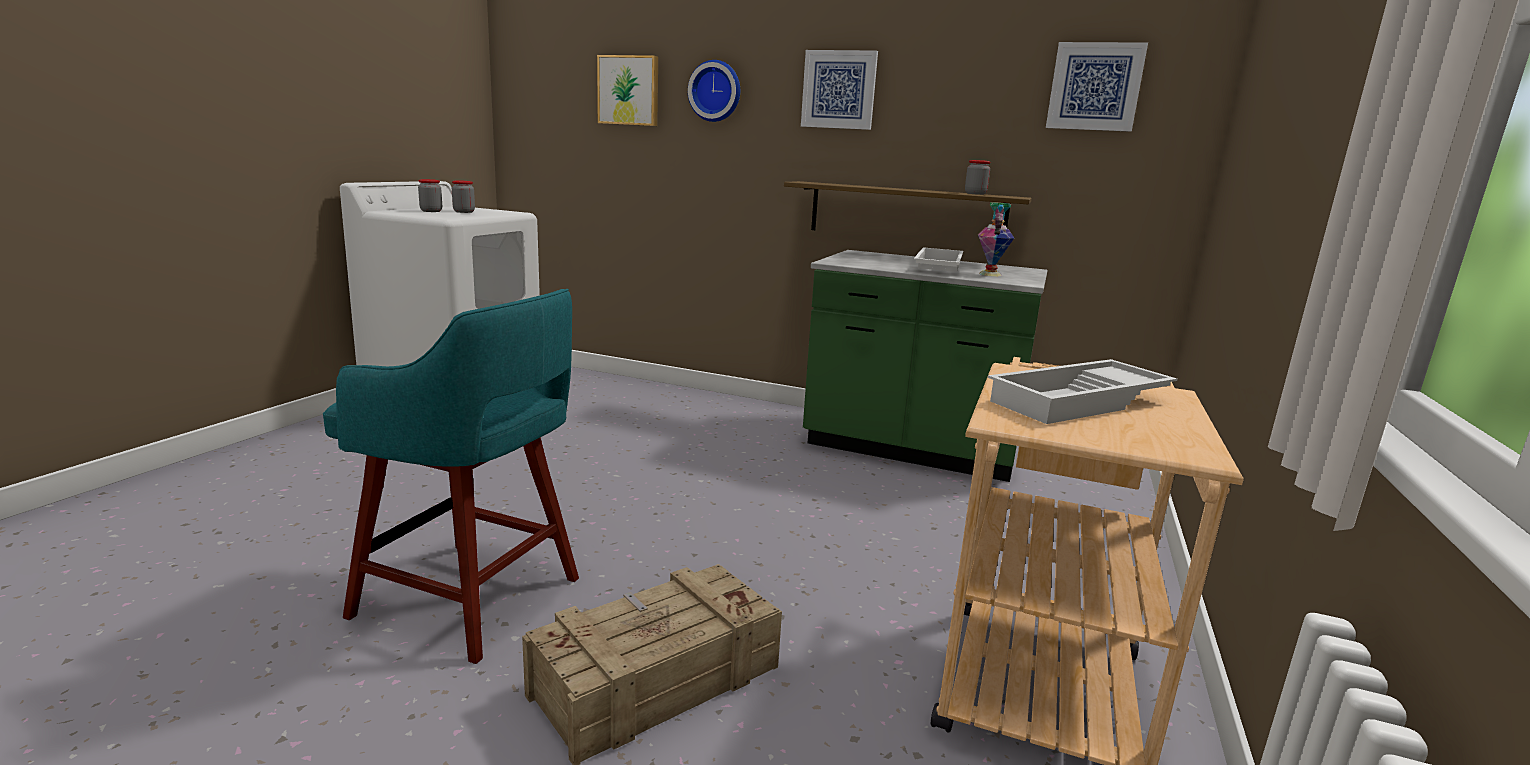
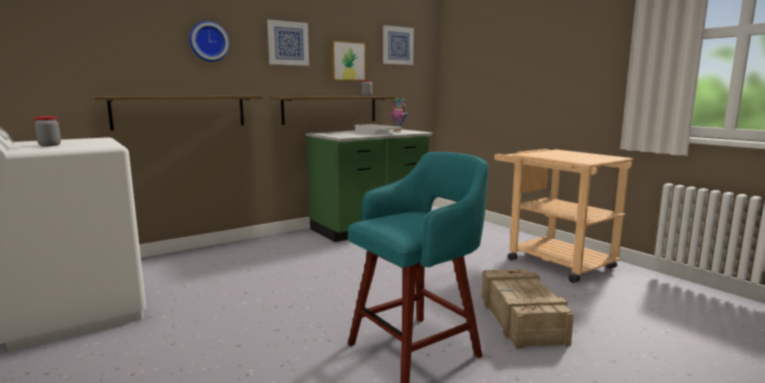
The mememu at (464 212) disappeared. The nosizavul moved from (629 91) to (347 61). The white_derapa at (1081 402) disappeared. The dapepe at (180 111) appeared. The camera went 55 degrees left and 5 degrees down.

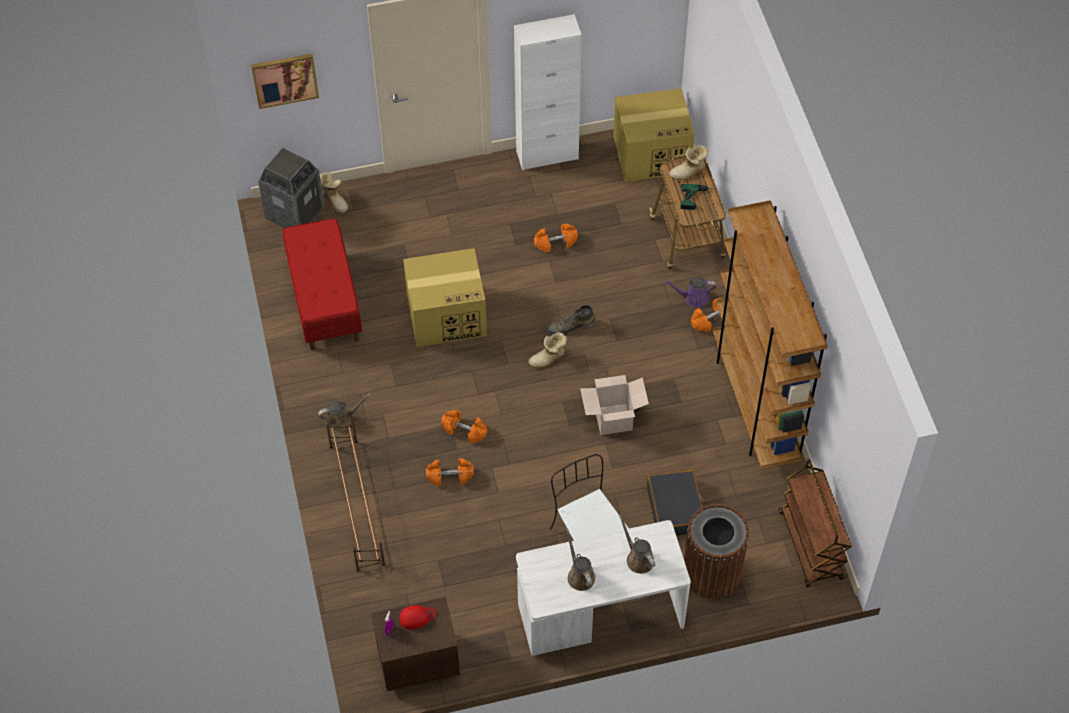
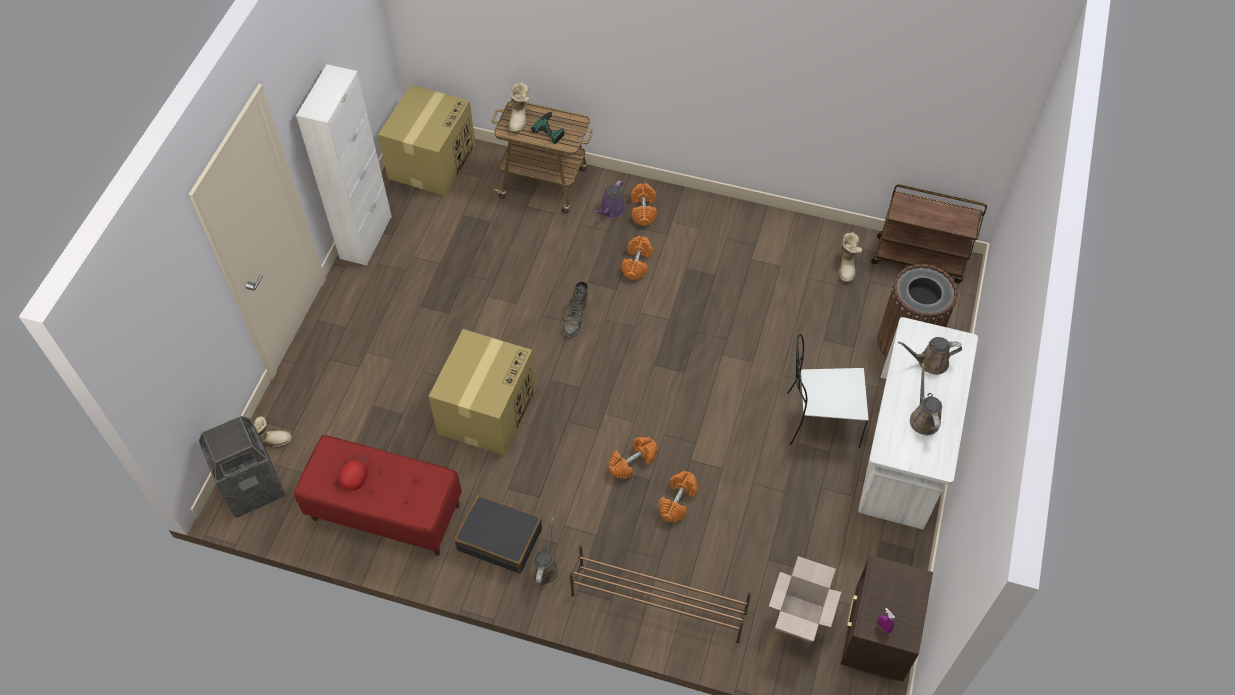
The nosizavul at (285 79) disappeared. The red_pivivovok moved from (417 617) to (355 473). The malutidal moved from (548 359) to (847 266). The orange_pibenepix moved from (555 243) to (637 263). The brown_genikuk at (580 575) turned 75 degrees clockwise. The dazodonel moved from (613 419) to (798 618). The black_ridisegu moved from (675 509) to (500 538). The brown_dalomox at (755 404) disappeared. The camera went 60 degrees left and 0 degrees up.

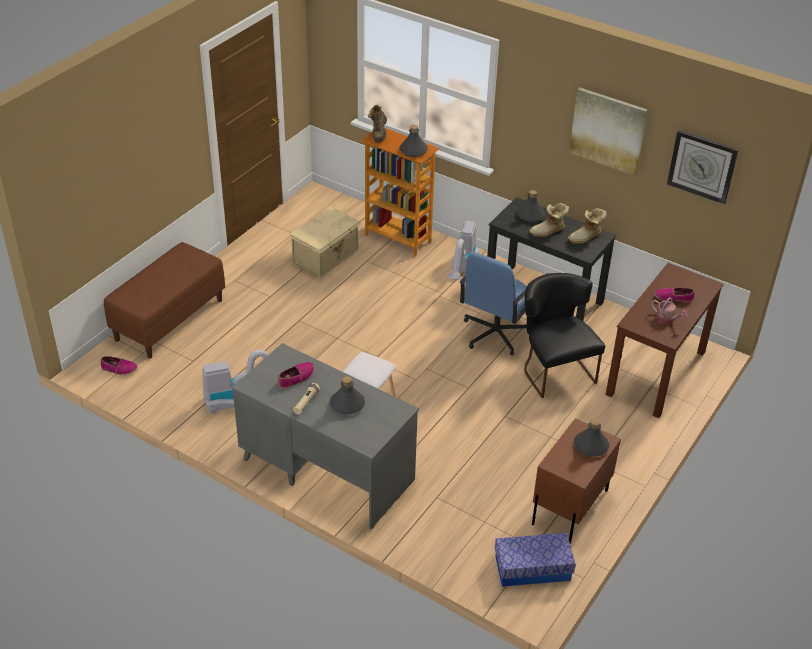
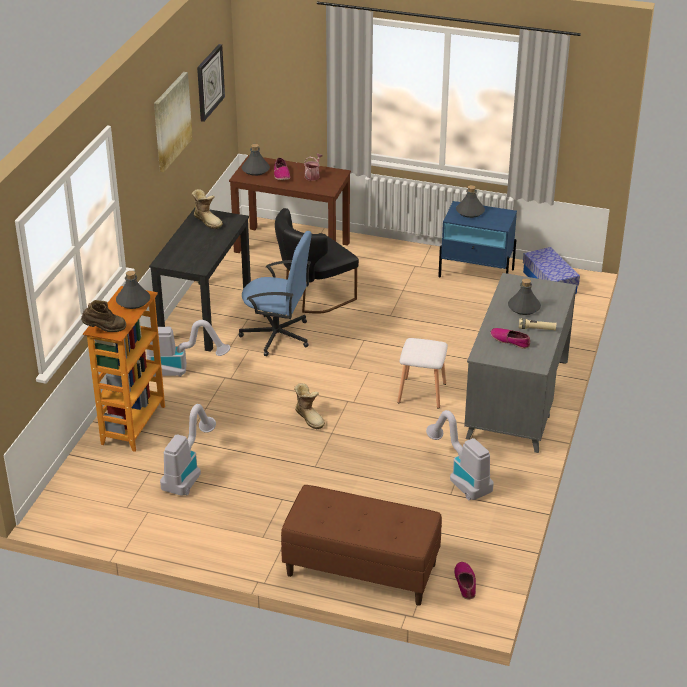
The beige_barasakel at (326 257) was replaced by the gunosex at (188 472). The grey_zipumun moved from (530 215) to (256 170). The malutidal moved from (548 232) to (310 417). The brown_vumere at (569 507) became the blue_vumere at (476 273). The camera went 105 degrees left and 5 degrees down.

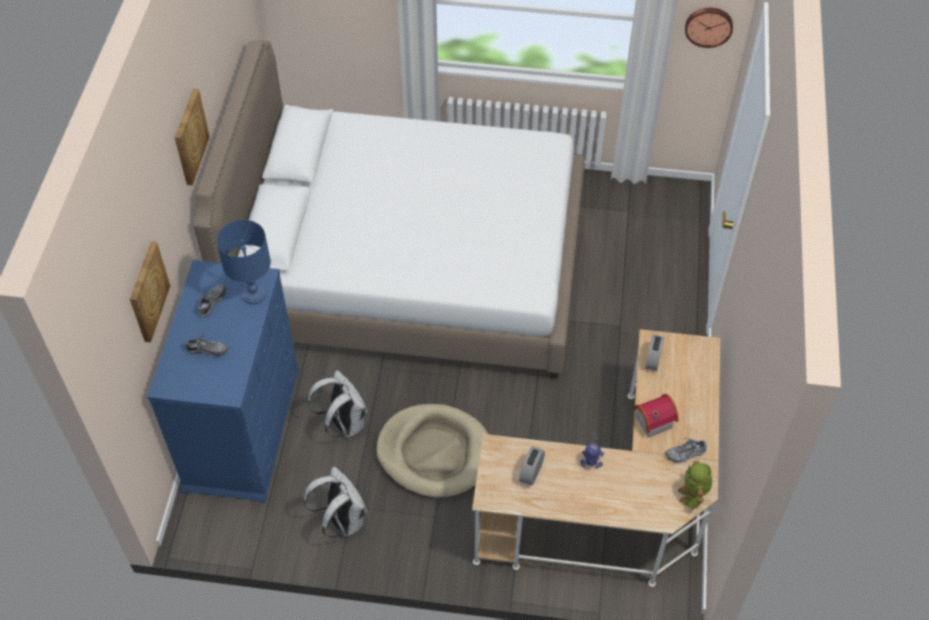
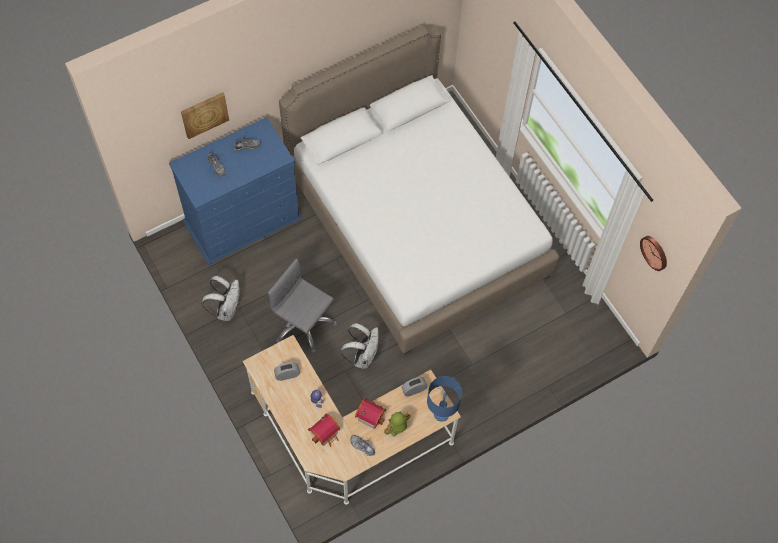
The nosizavul at (189 137) disappeared. The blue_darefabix moved from (253 295) to (441 413). The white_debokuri moved from (344 423) to (363 356). The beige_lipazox at (434 453) was replaced by the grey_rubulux at (303 325). The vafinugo moved from (693 496) to (397 429). The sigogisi at (326 433) appeared. The camera went 50 degrees right and 10 degrees up.

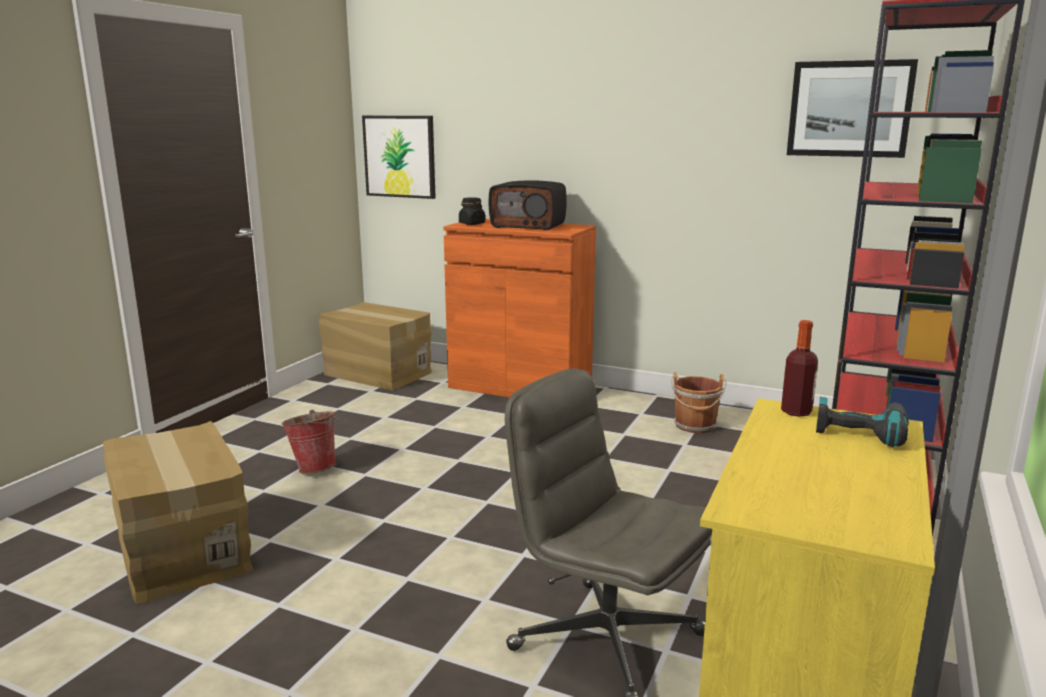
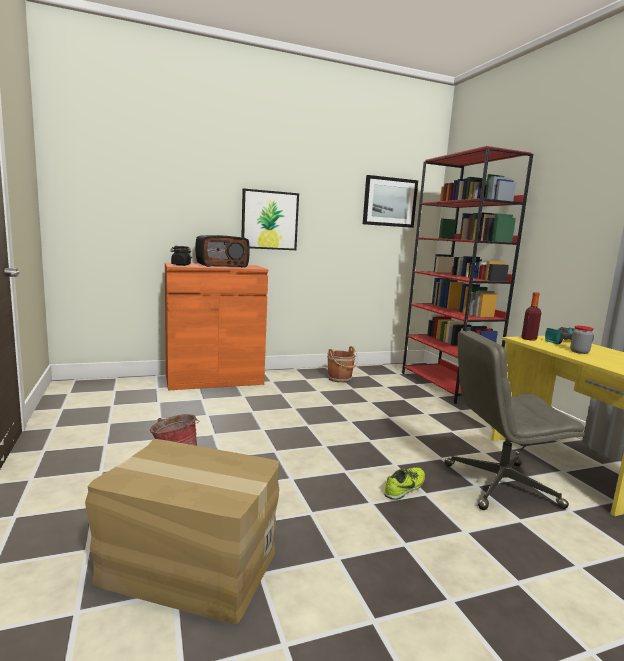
The dazodonel at (377 373) disappeared. The nosizavul moved from (400 156) to (269 220). The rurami at (405 488) appeared. The mememu at (579 352) appeared. The camera went 45 degrees left and 5 degrees down.

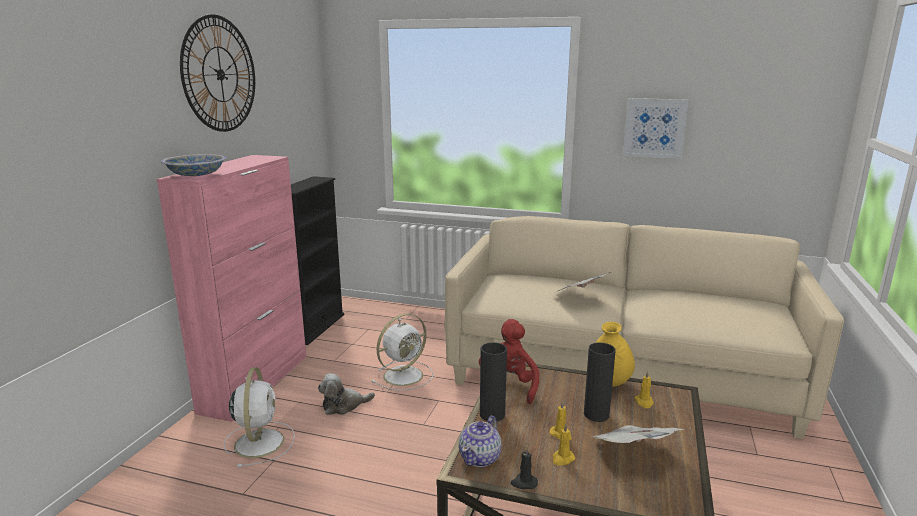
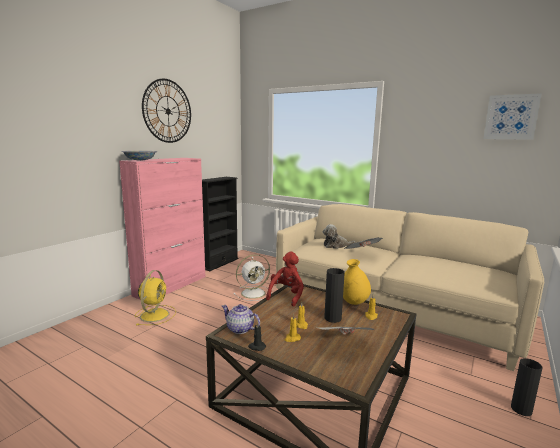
The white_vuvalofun at (259 441) became the yellow_vuvalofun at (155 314). The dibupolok moved from (344 405) to (336 245). The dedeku at (480 458) turned 75 degrees clockwise. The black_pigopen moved from (492 415) to (521 409). The nosizavul moved from (654 128) to (511 117). The camera went 15 degrees right and 5 degrees down.

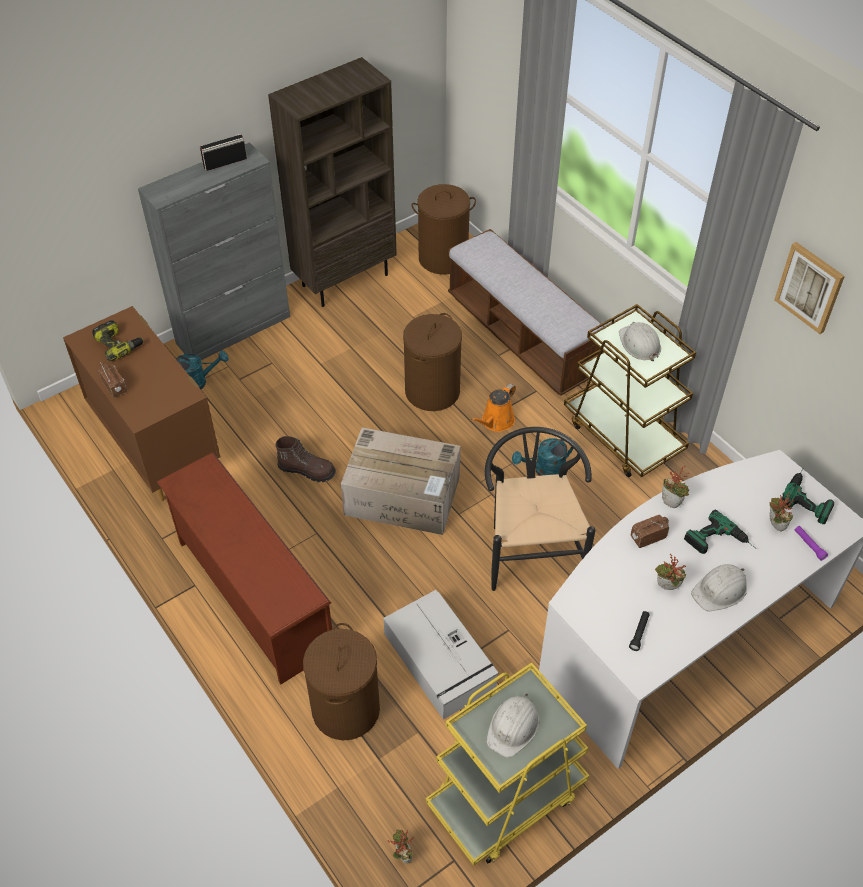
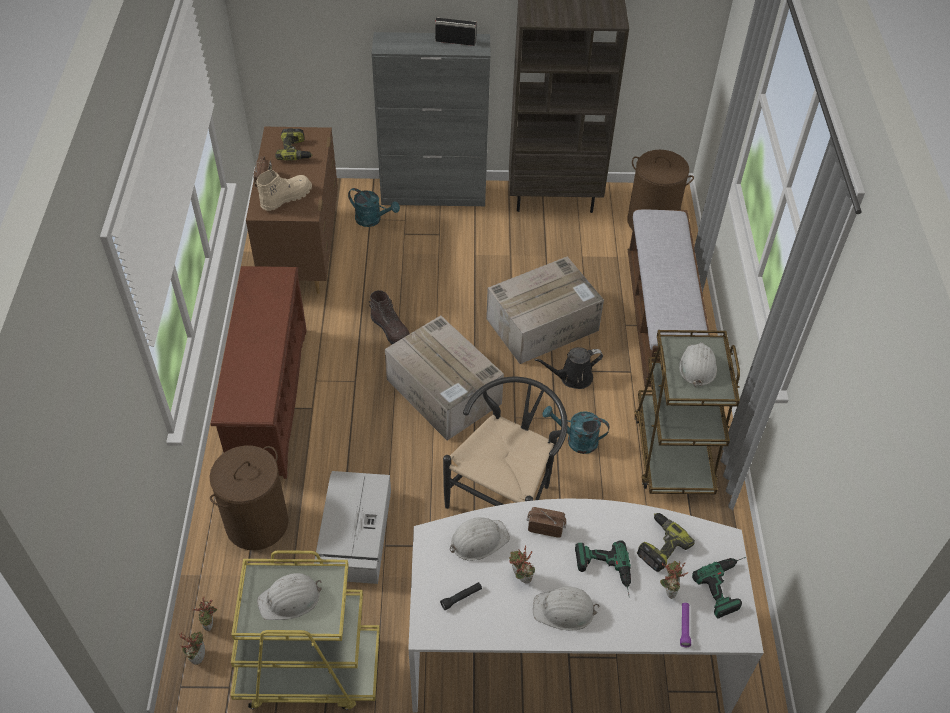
The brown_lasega at (432 391) was replaced by the dazodonel at (543 324). The orange_genikuk at (496 422) became the black_genikuk at (572 377). The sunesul moved from (672 502) to (210 625). The nosizavul at (810 287) disappeared. The beige_malutidal at (285 198) appeared. The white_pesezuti at (478 540) appeared. The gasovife at (659 545) appeared. The camera went 35 degrees right and 0 degrees up.

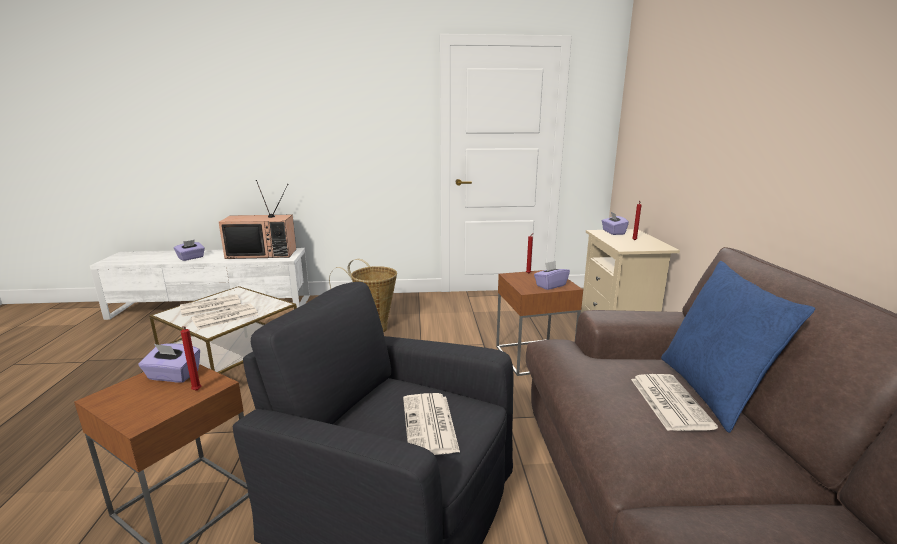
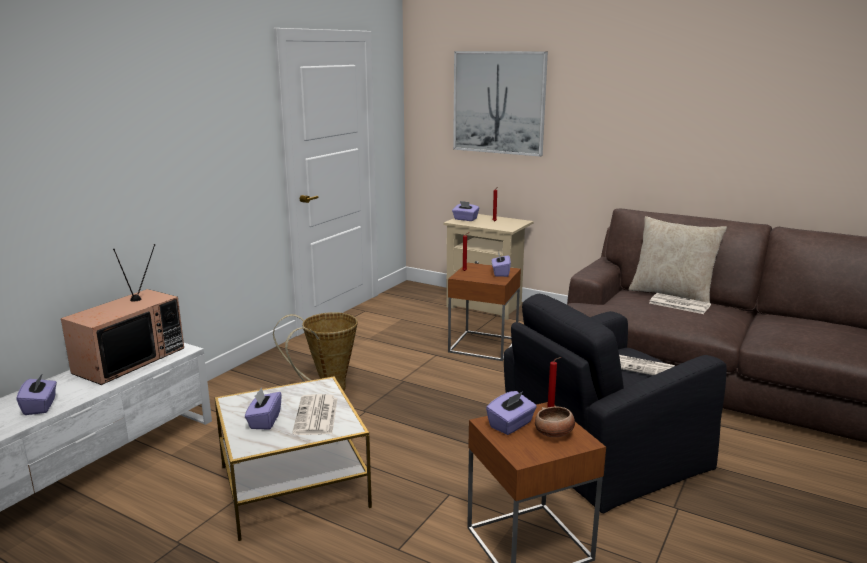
The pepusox at (210 306) was replaced by the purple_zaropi at (264 421). The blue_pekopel at (712 391) became the beige_pekopel at (672 294). The nosizavul at (499 102) appeared. The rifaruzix at (554 434) appeared. The camera went 55 degrees left and 0 degrees up.

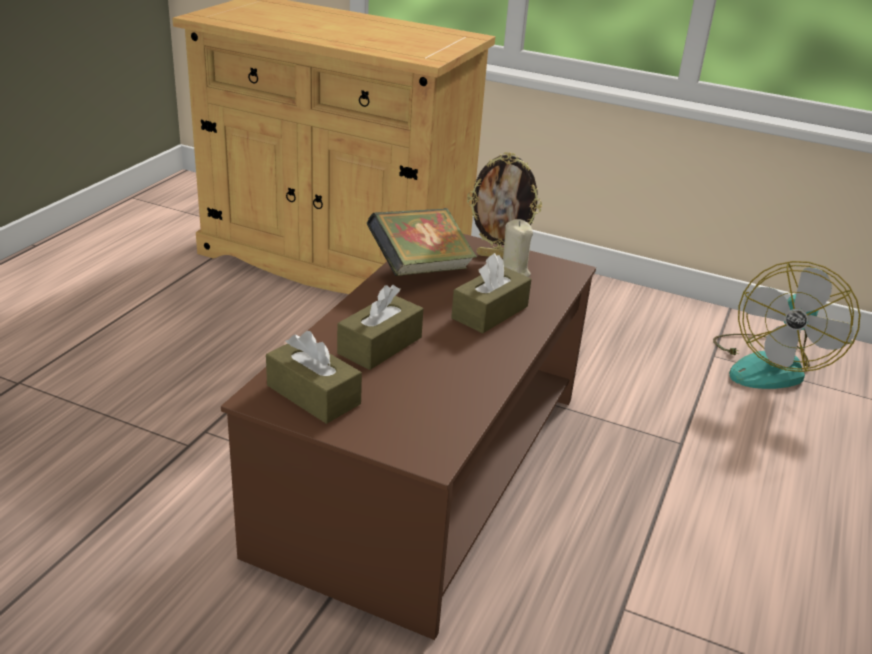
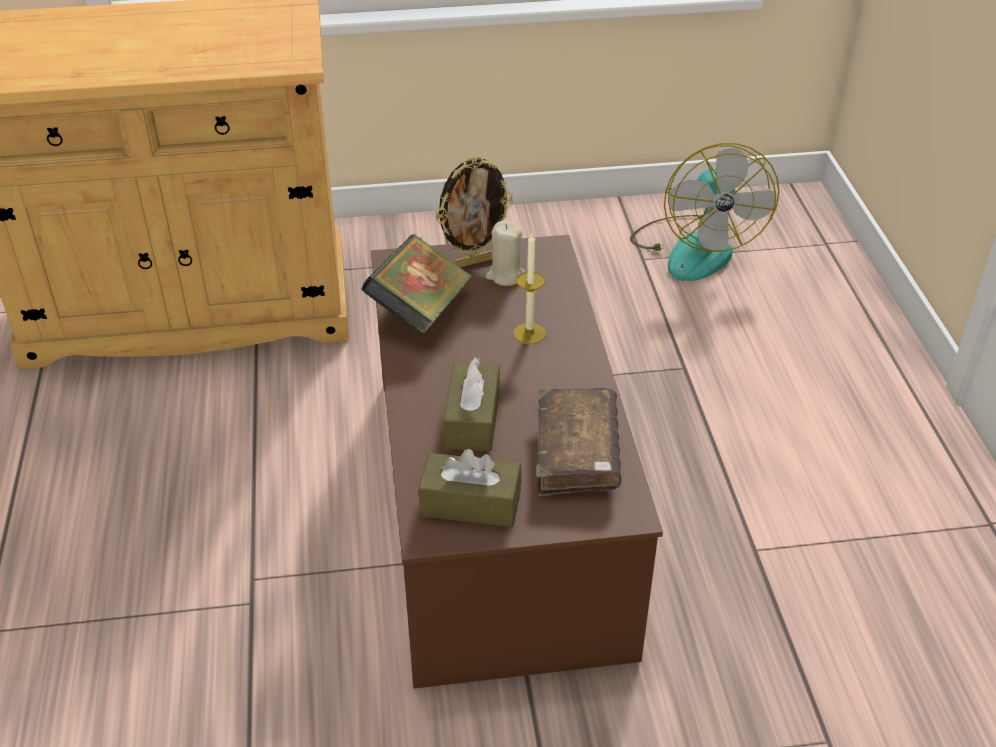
The brown_zaropi at (490 312) was replaced by the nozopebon at (529 333). The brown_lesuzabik at (576 453) appeared. The camera went 30 degrees left and 10 degrees up.

